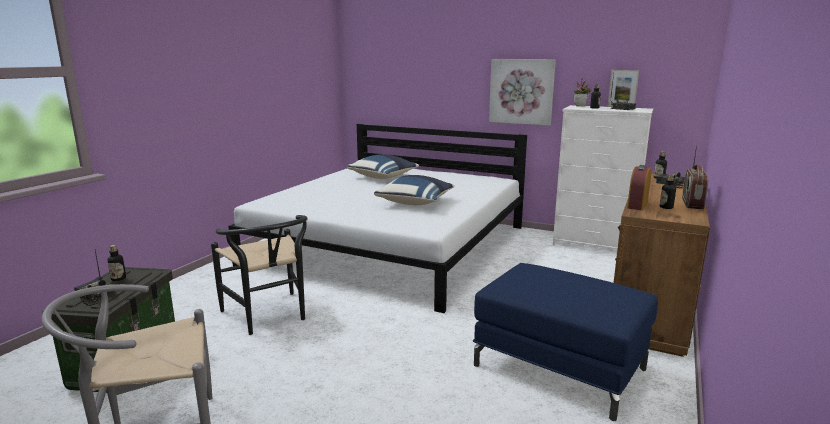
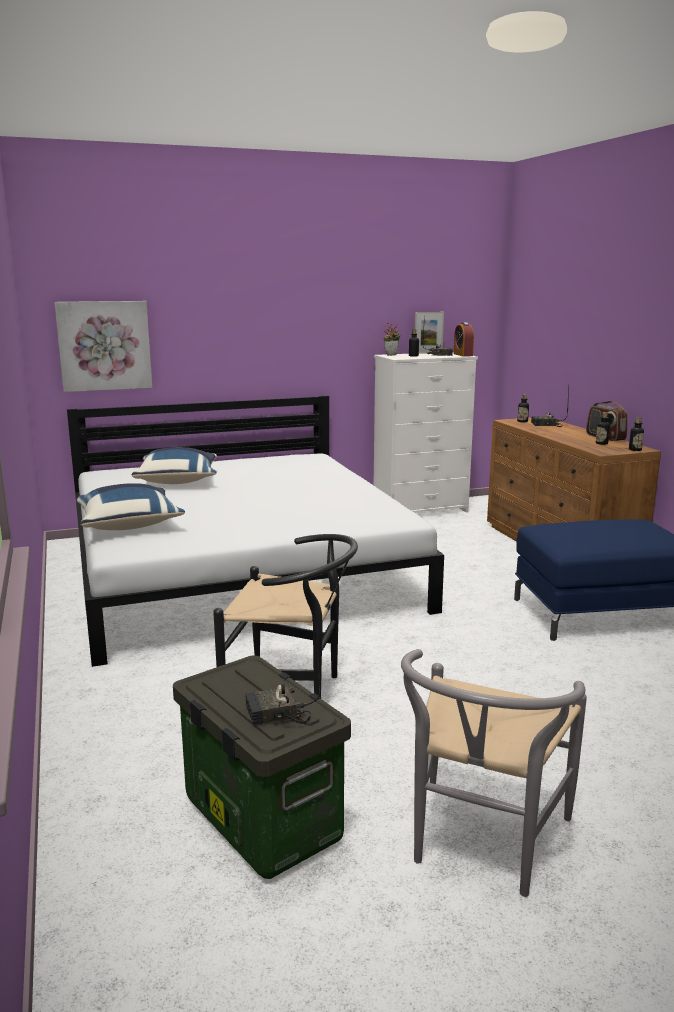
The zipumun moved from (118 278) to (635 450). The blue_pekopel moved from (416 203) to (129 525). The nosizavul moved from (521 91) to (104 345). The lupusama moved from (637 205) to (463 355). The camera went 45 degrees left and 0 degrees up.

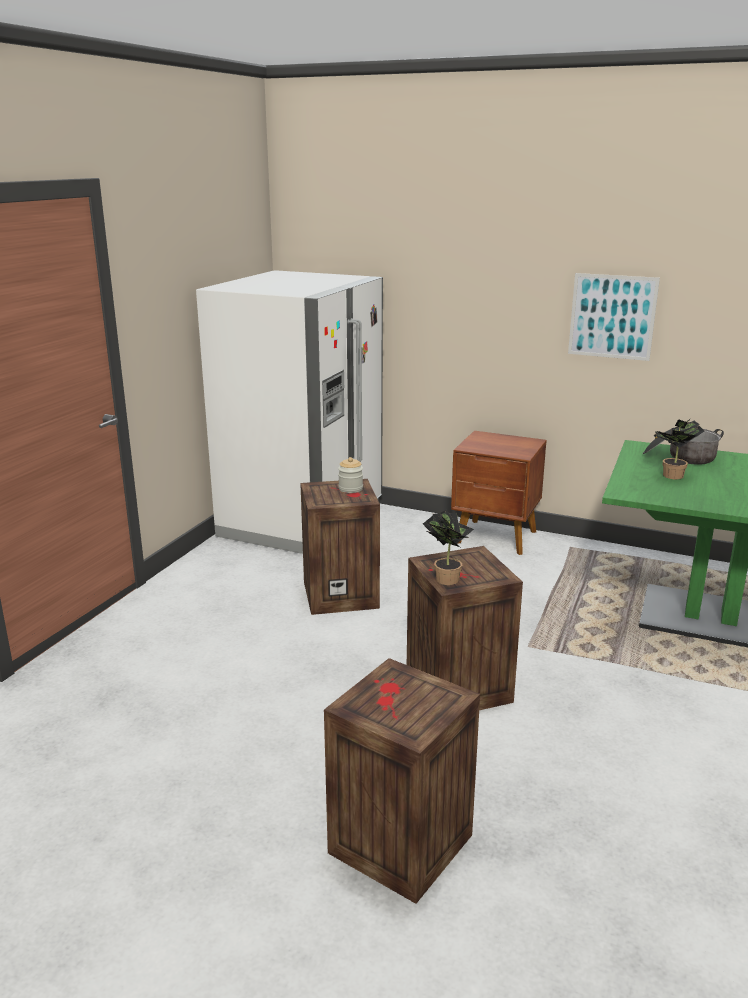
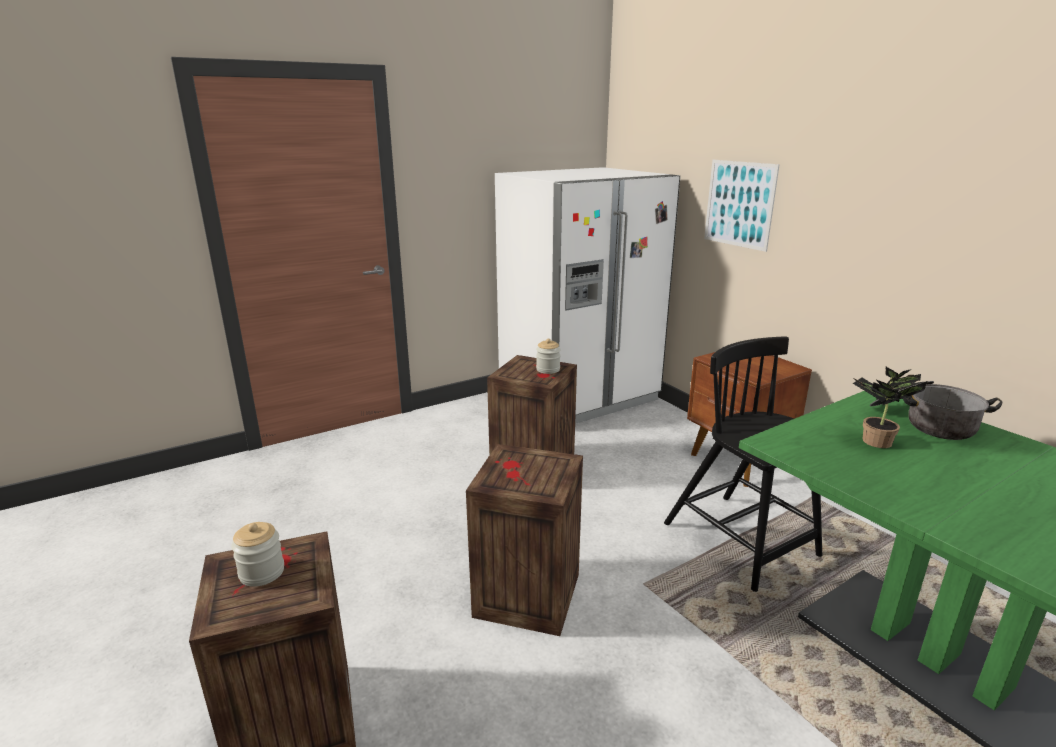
The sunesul at (445 578) disappeared. The nosizavul moved from (612 316) to (739 204). The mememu at (262 572) appeared. The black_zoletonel at (742 541) appeared. The camera went 35 degrees right and 0 degrees up.

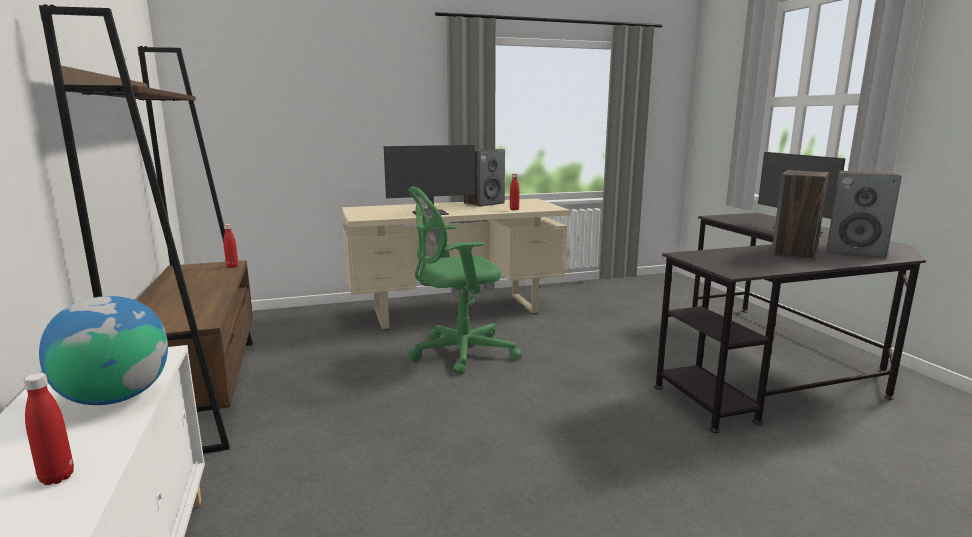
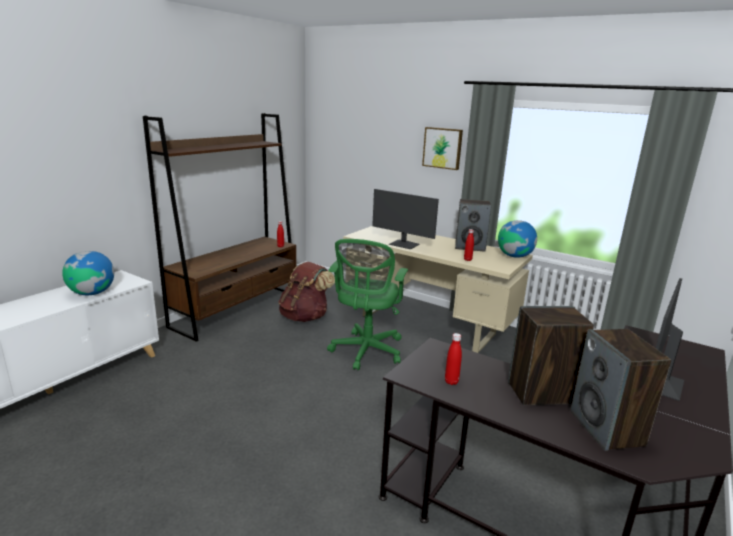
The red_zipumun moved from (57 477) to (451 382). The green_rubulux at (458 353) turned 105 degrees counterclockwise. The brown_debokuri at (305 317) appeared. The nosizavul at (442 148) appeared. The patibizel at (514 256) appeared. The camera went 50 degrees right and 5 degrees up.

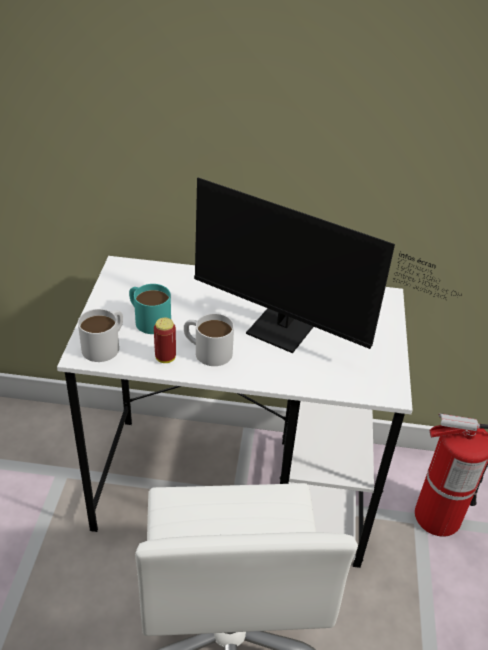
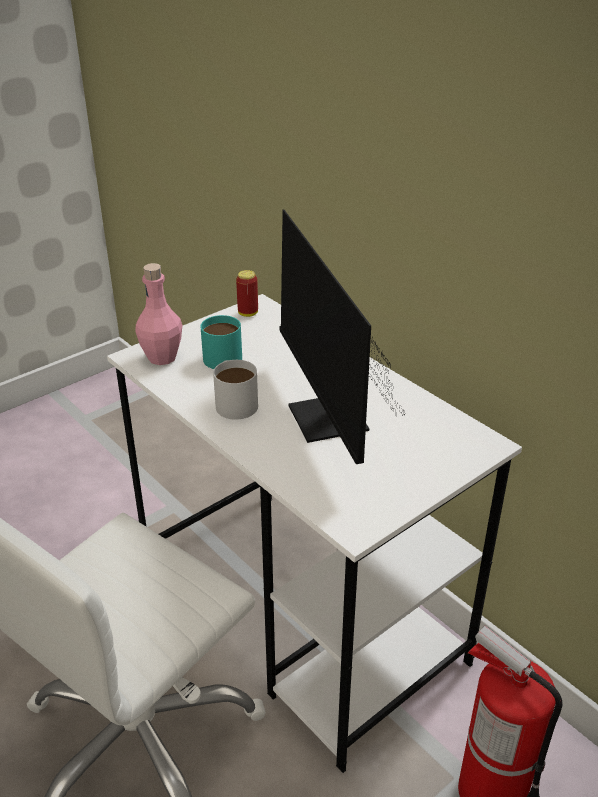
The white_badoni at (105 344) was replaced by the pink_zipumun at (162 357). The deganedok moved from (165 358) to (248 313). The camera went 45 degrees right and 5 degrees down.

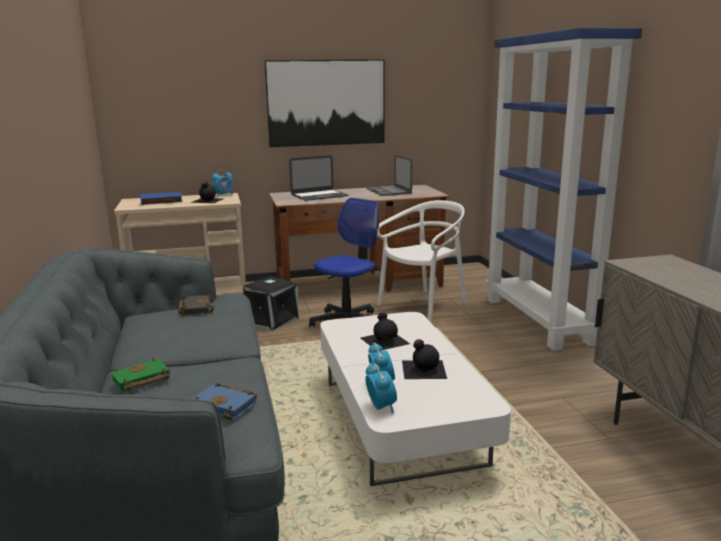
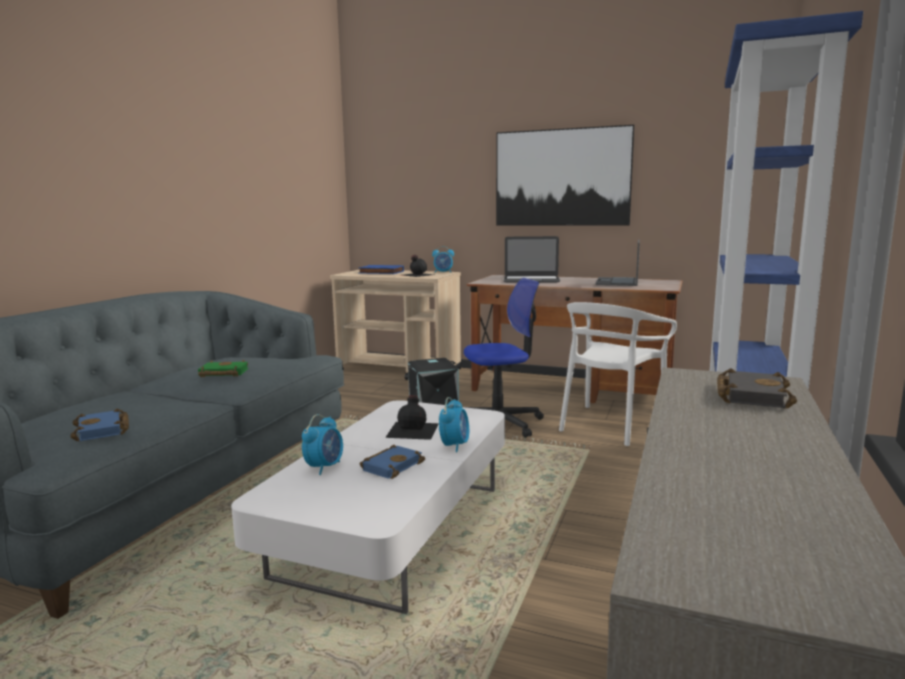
The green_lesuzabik moved from (140 380) to (222 373). The black_lesuzabik moved from (195 308) to (750 395). The lupusama moved from (381 407) to (454 445). The white_zoletonel at (423 306) turned 135 degrees clockwise. The black_zipumun at (423 369) was replaced by the blue_lesuzabik at (392 465). The camera went 35 degrees right and 5 degrees down.

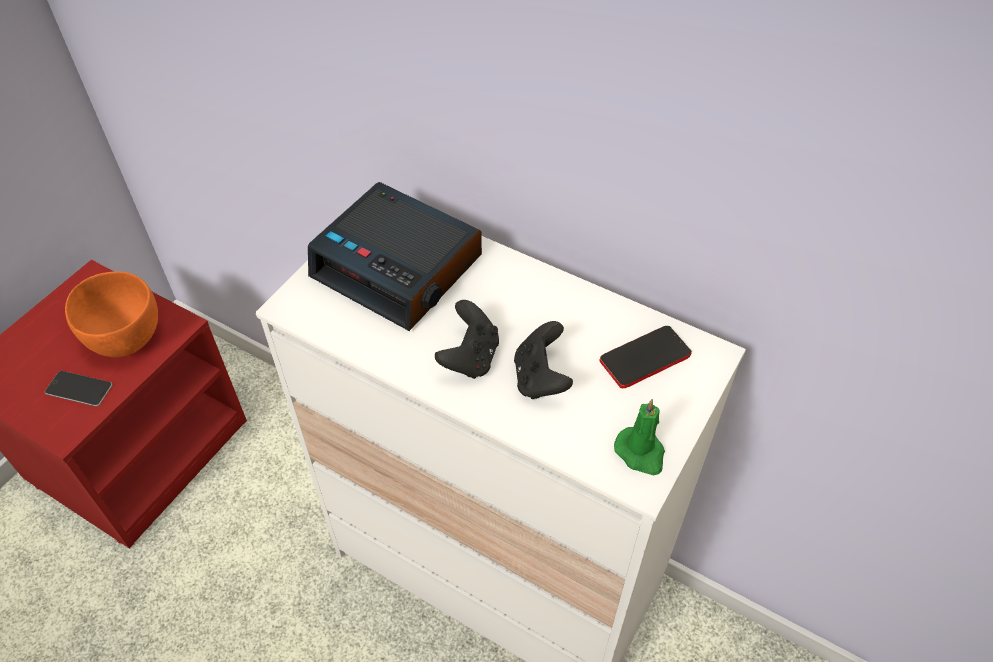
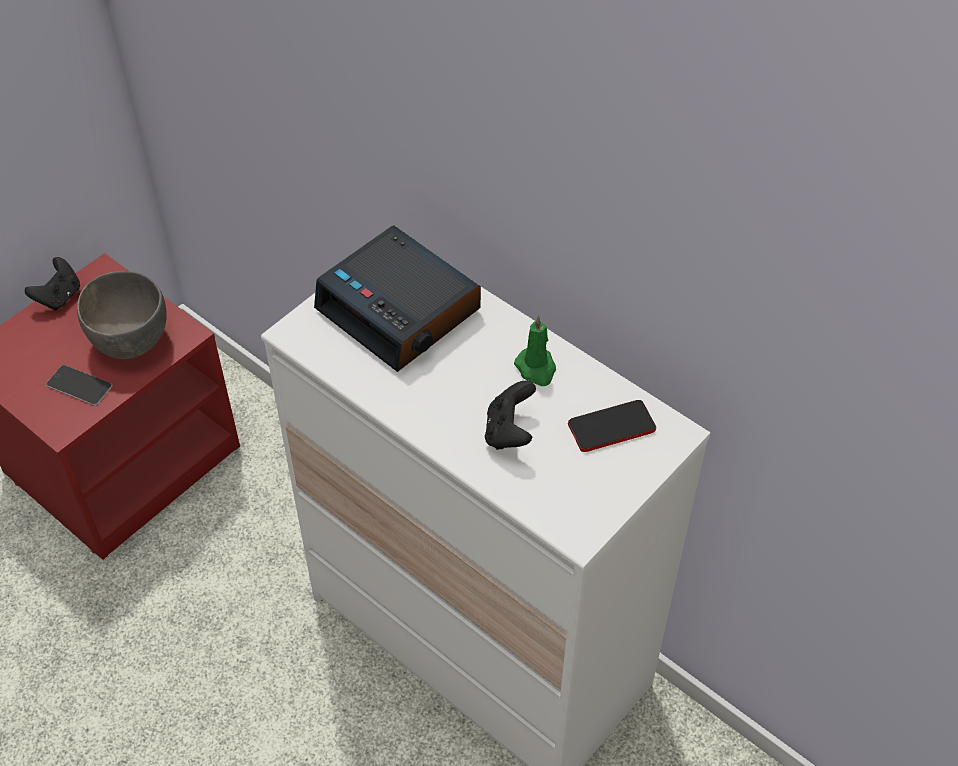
The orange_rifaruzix at (126 338) became the grey_rifaruzix at (131 340). The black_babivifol moved from (470 357) to (59 297). The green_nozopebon moved from (641 453) to (536 369). The camera went 10 degrees right and 0 degrees up.

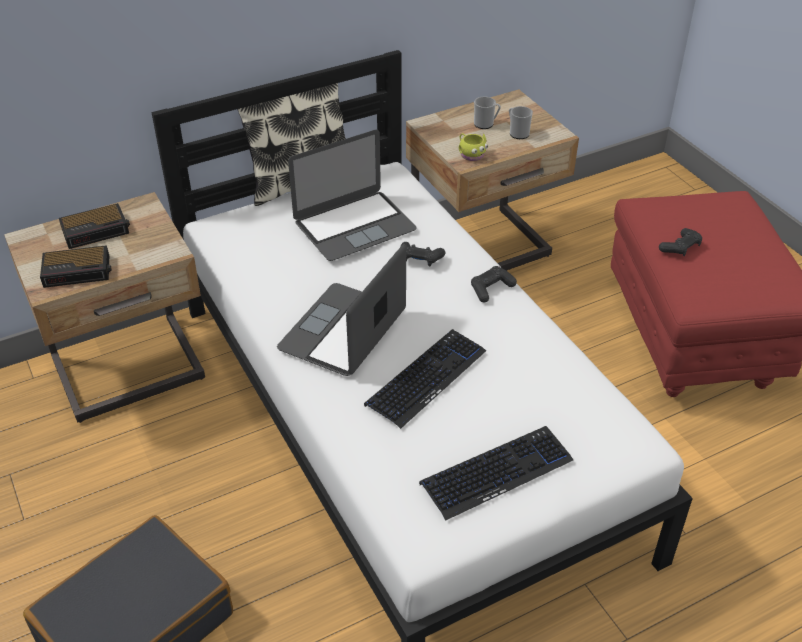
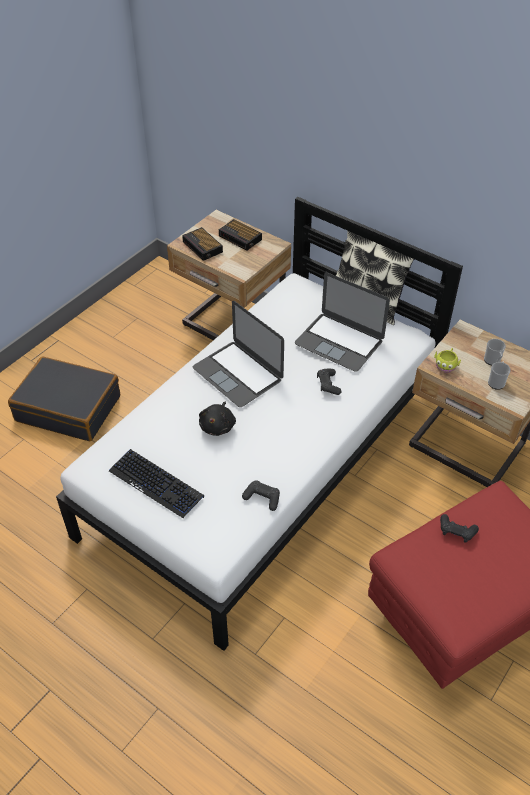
The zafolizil at (343 330) turned 135 degrees counterclockwise. The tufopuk at (426 378) was replaced by the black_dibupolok at (218 426). The black_babivifol moved from (491 289) to (262 498). The camera went 65 degrees right and 5 degrees up.

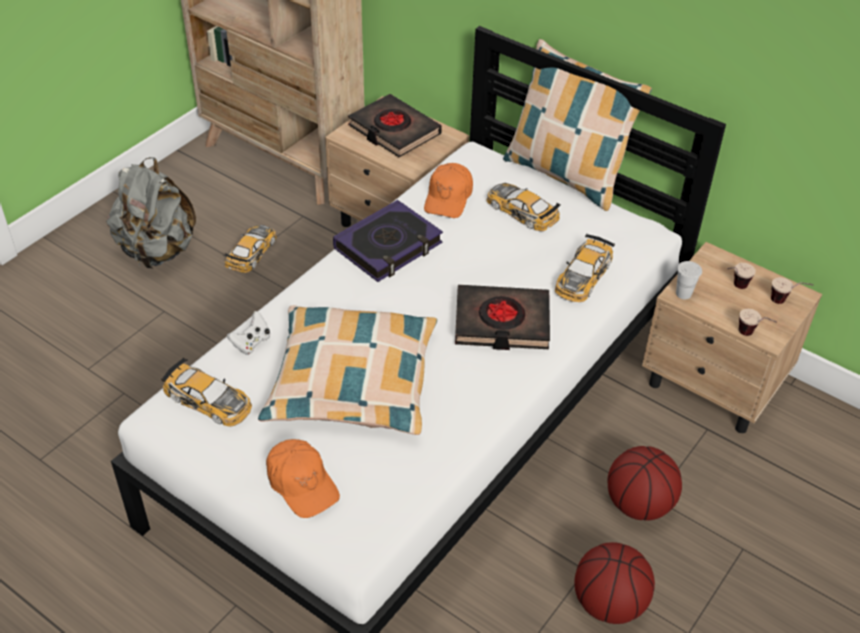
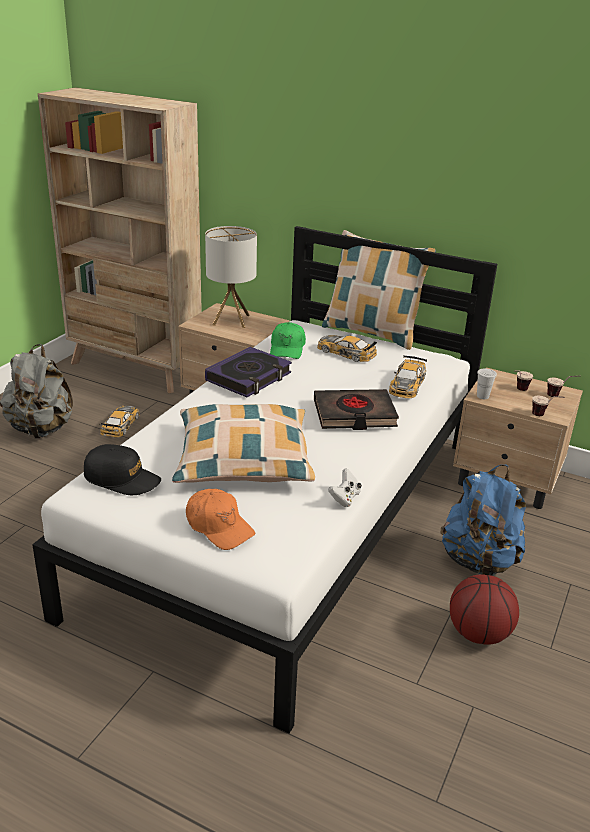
The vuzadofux at (209 400) was replaced by the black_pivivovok at (122 479). The white_babivifol moved from (251 343) to (344 498). The black_lesuzabik at (394 131) was replaced by the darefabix at (231 320). The orange_pivivovok at (448 198) became the green_pivivovok at (287 348). The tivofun at (639 504) was replaced by the blue_debokuri at (479 562). The camera went 10 degrees left and 15 degrees down.

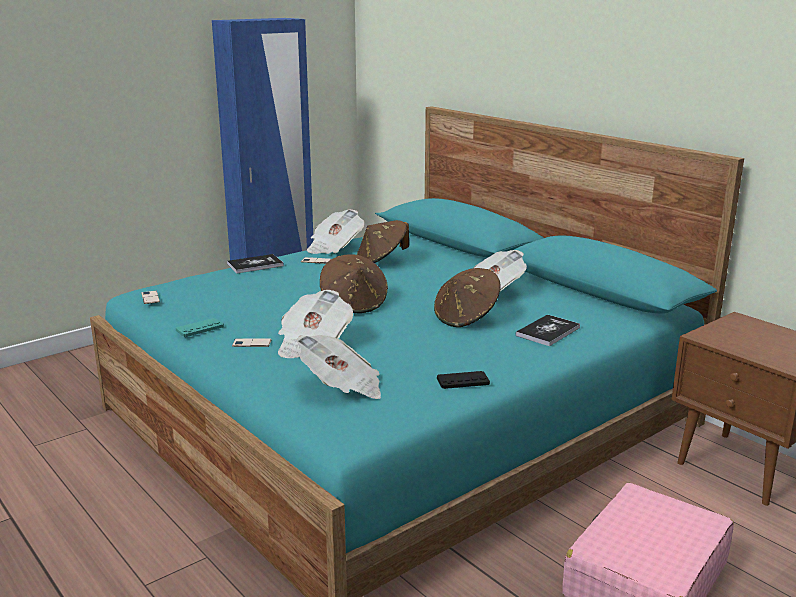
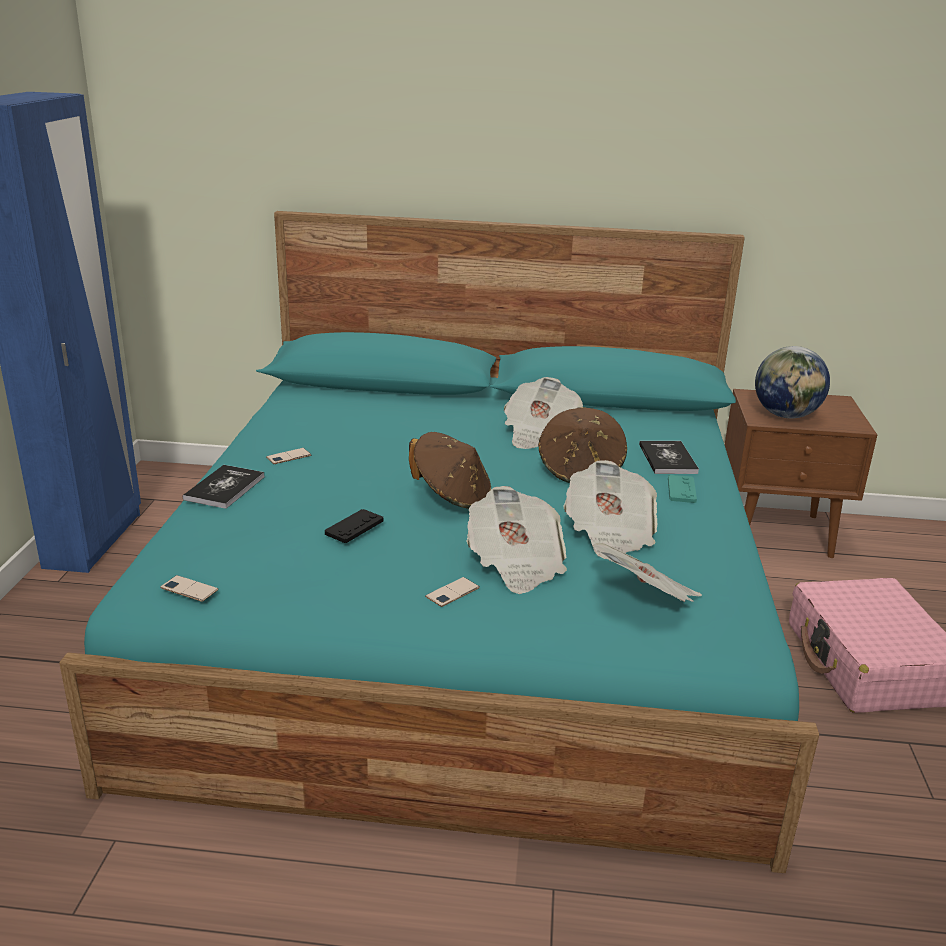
The turquoise_babivifol moved from (200 328) to (681 490). The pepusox moved from (334 247) to (609 533). The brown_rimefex at (382 260) disappeared. The black_babivifol moved from (463 381) to (354 527). The patibizel at (786 415) appeared. The camera went 45 degrees left and 5 degrees up.

